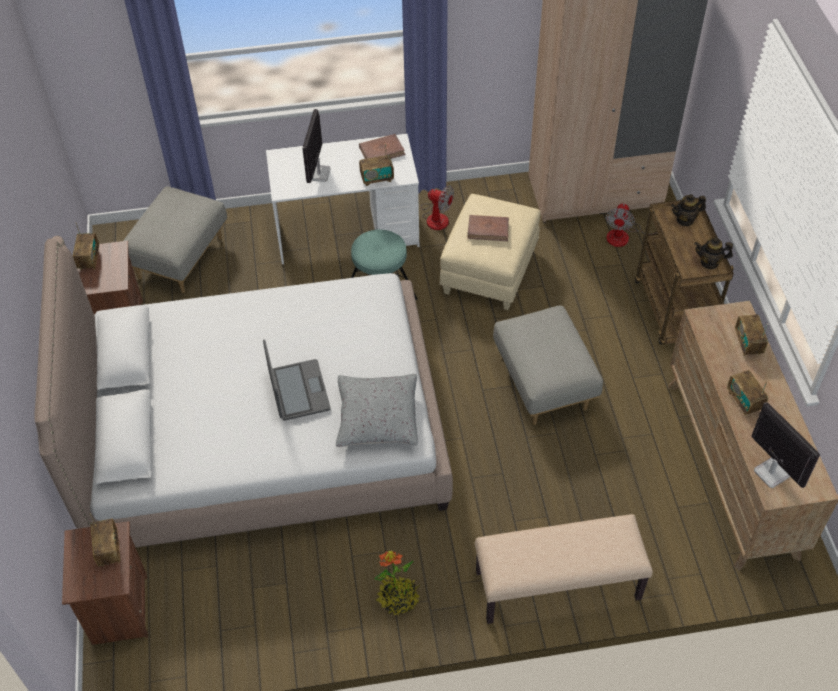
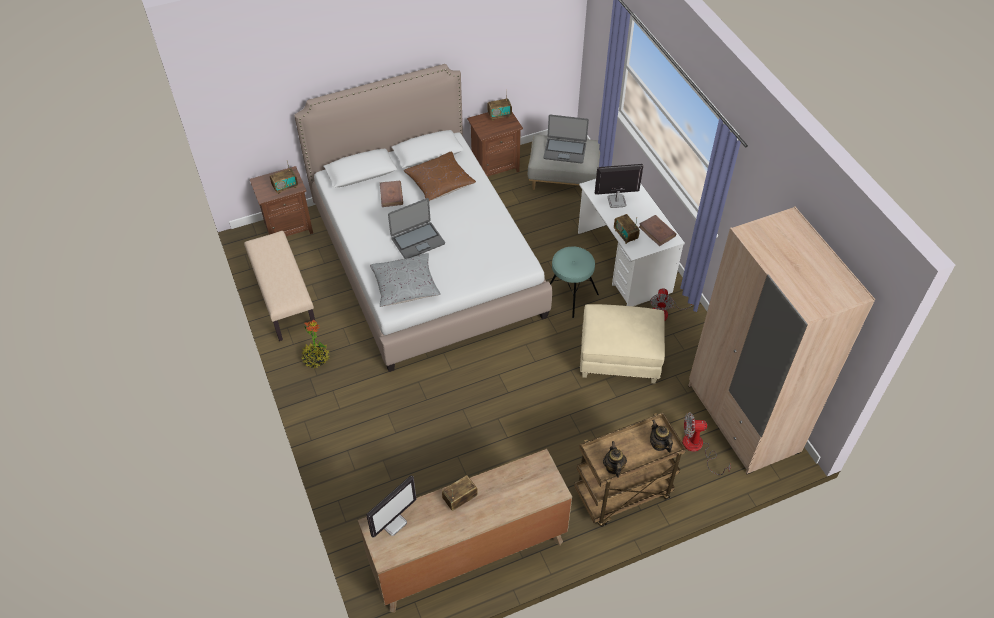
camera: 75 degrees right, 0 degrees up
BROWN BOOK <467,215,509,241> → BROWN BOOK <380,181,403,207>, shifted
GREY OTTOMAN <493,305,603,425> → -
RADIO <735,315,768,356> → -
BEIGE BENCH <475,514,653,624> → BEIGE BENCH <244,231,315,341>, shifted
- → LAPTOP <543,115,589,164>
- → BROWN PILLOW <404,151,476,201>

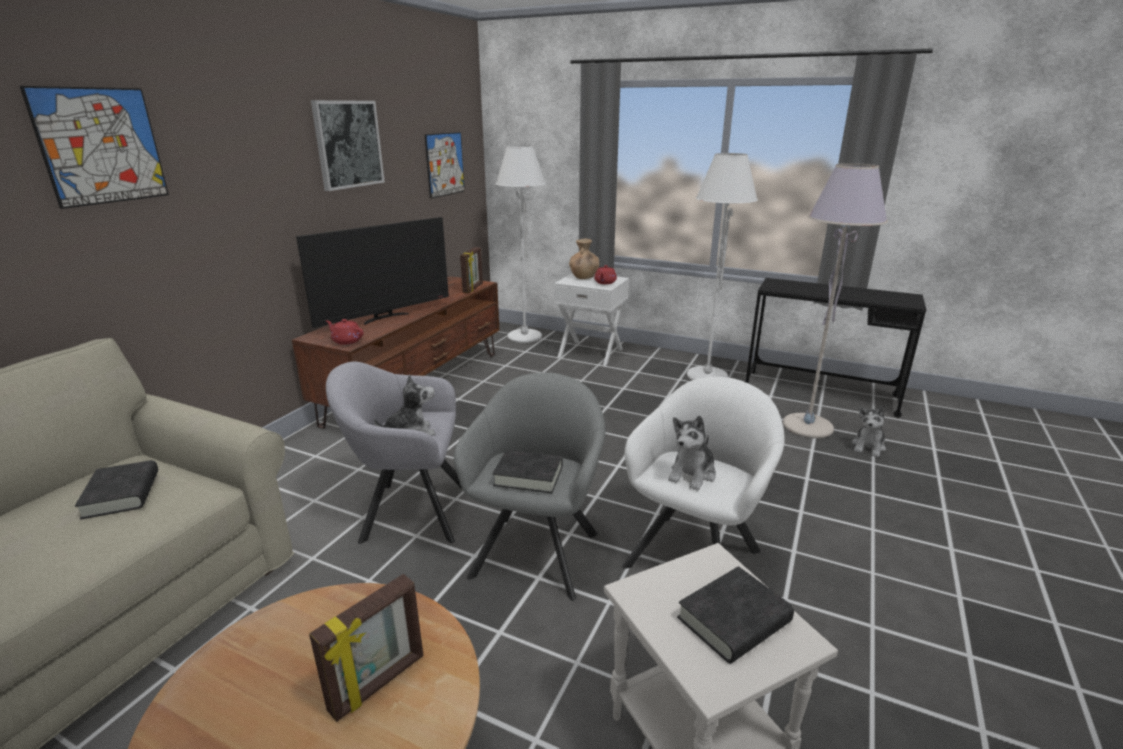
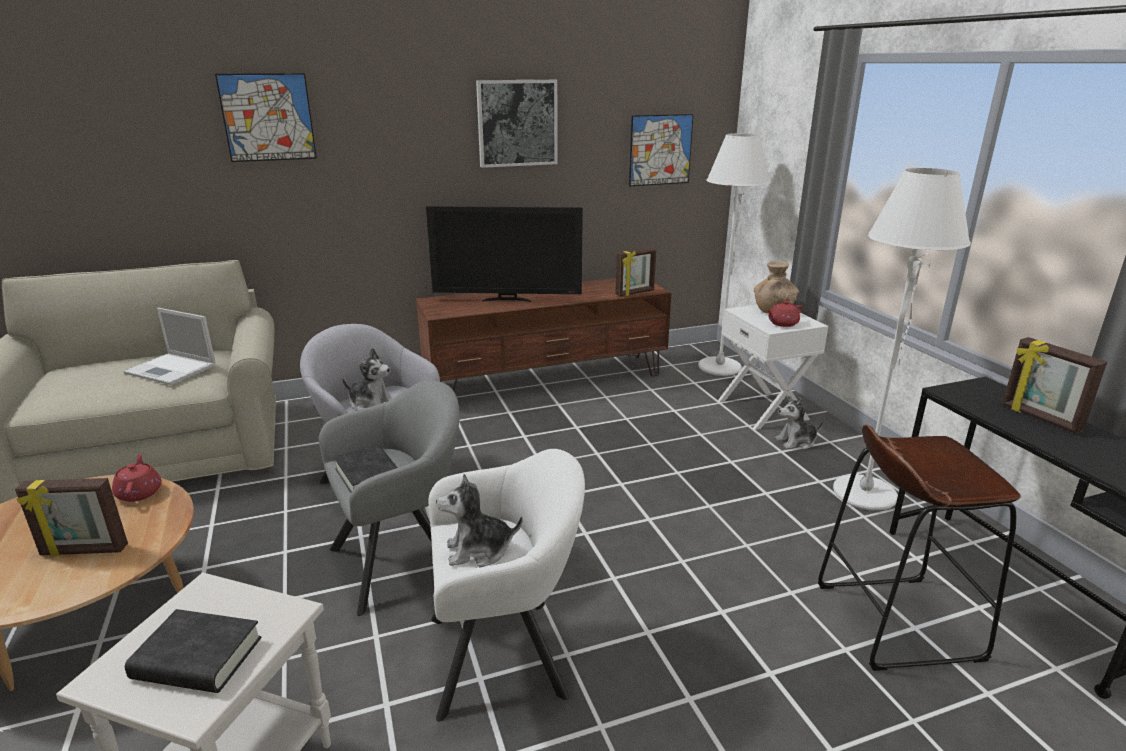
camera: 45 degrees right, 0 degrees up
GREY FLOOR LAMP <783,163,888,438> → BROWN STOOL <818,424,1021,671>
RED TEAPOT <326,319,364,345> → RED TEAPOT <112,453,161,502>, shifted
PLUSH TOY <852,406,886,457> → PLUSH TOY <775,396,823,450>, shifted
BLACK BOOK <75,460,158,520> → LAPTOP <123,308,216,385>
- → PICTURE FRAME <1002,337,1107,434>

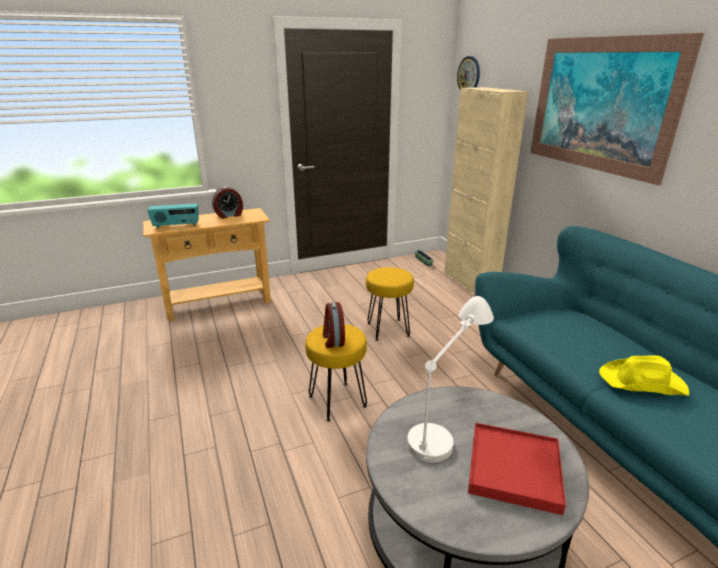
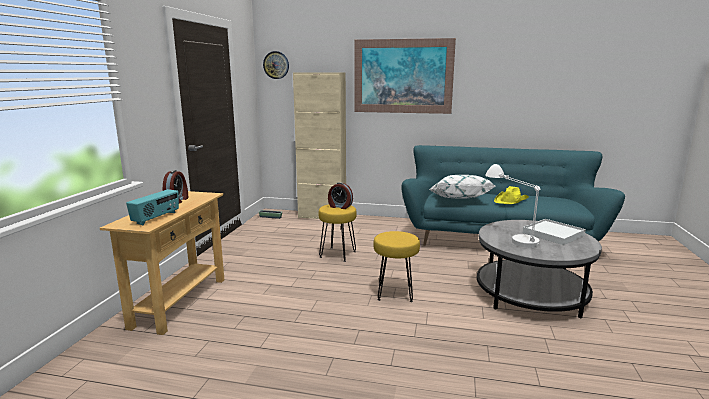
camera: 55 degrees left, 10 degrees down
ALARM CLOCK <323,302,345,348> → ALARM CLOCK <328,182,353,209>, shifted
RED TRAY <468,423,566,515> → WHITE TRAY <523,219,586,245>
- → WHITE PILLOW <429,175,495,199>

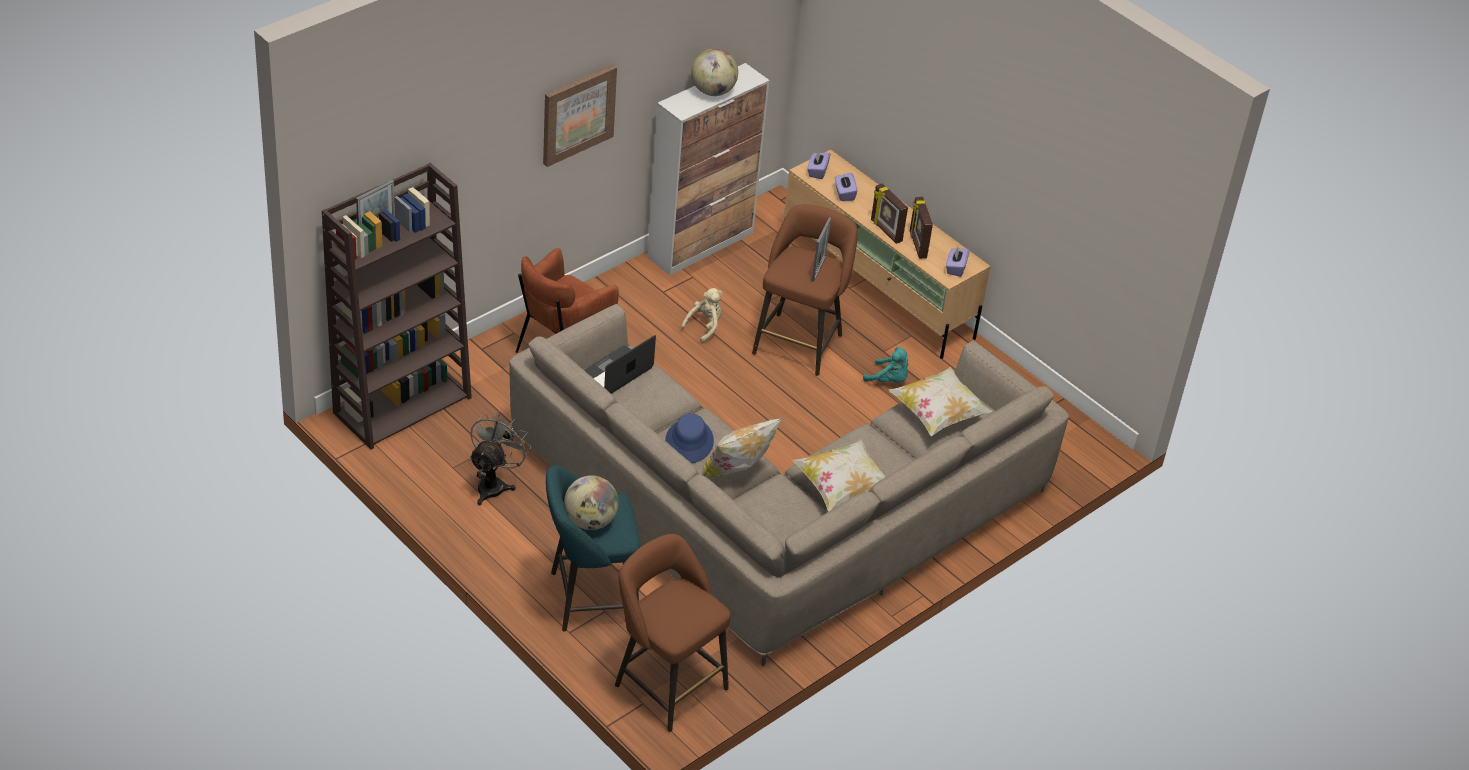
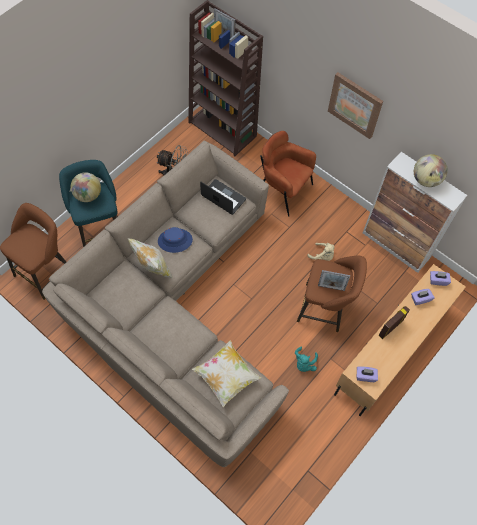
camera: 85 degrees right, 20 degrees up
PICTURE FRAME <910,197,933,259> → -
PILLOW <792,440,885,512> → -

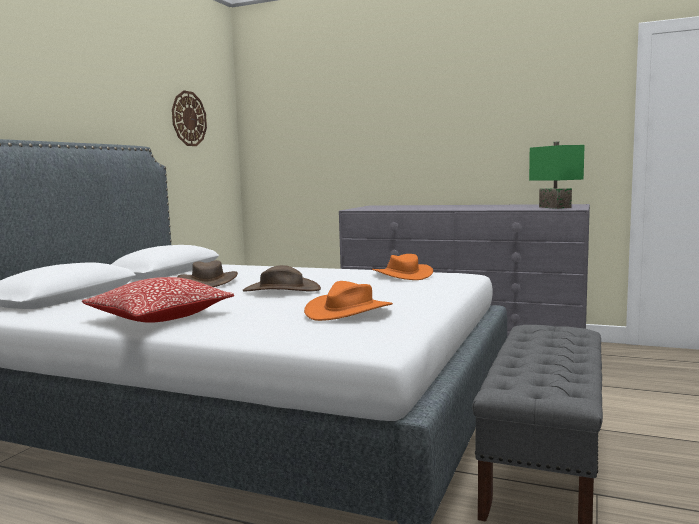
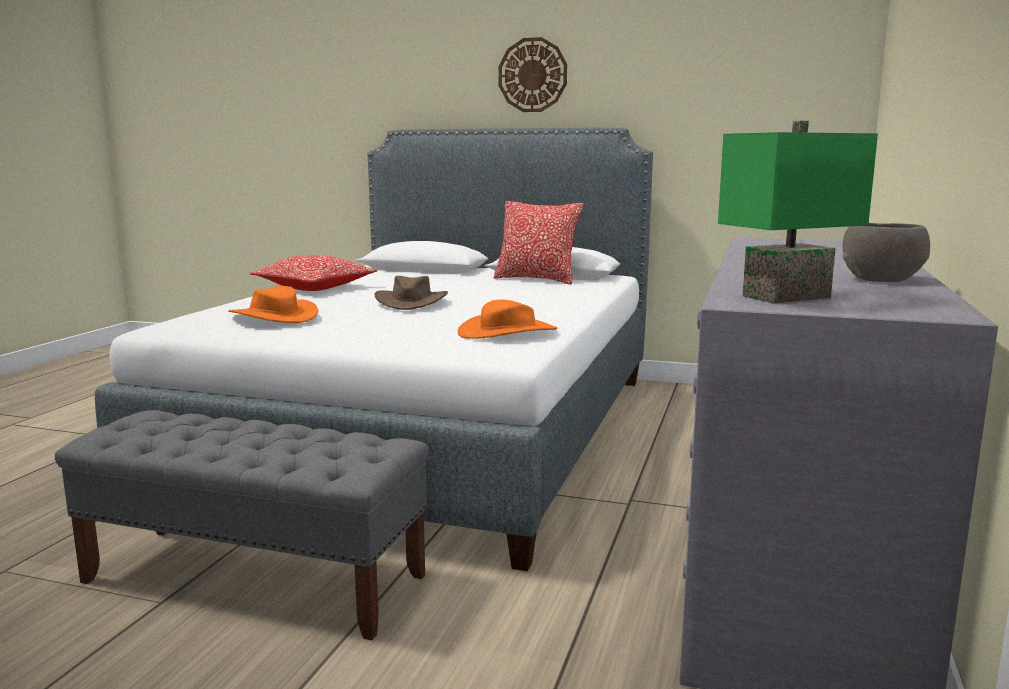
camera: 85 degrees right, 5 degrees up
WALL CLOCK <172,90,207,146> → WALL CLOCK <499,37,567,112>, shifted
BROWN HAT <177,260,238,287> → -
- → PILLOW <494,201,584,285>
- → GREY BOWL <842,223,930,282>

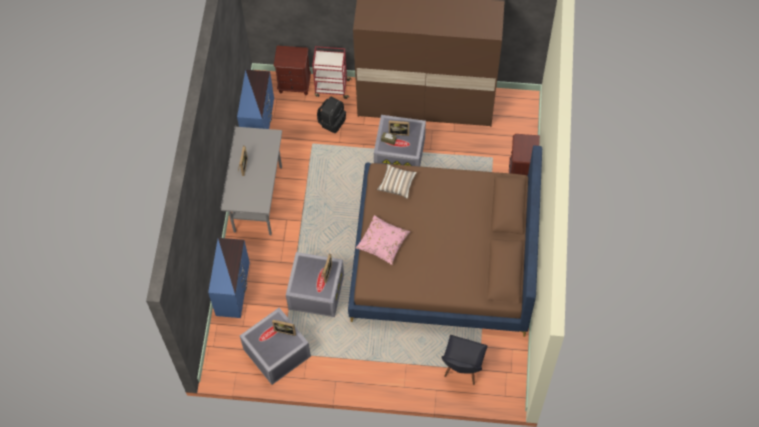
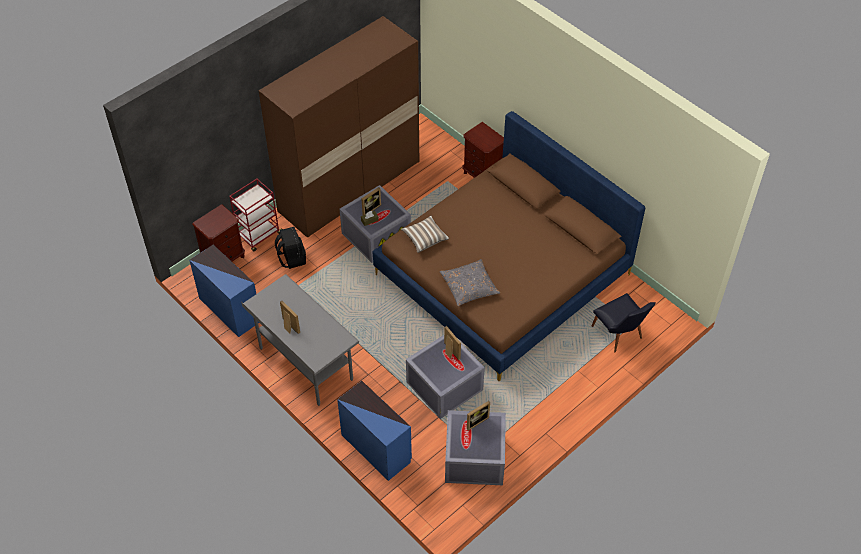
camera: 50 degrees left, 10 degrees down
PINK PILLOW <356,215,410,265> → GREY PILLOW <440,259,500,306>

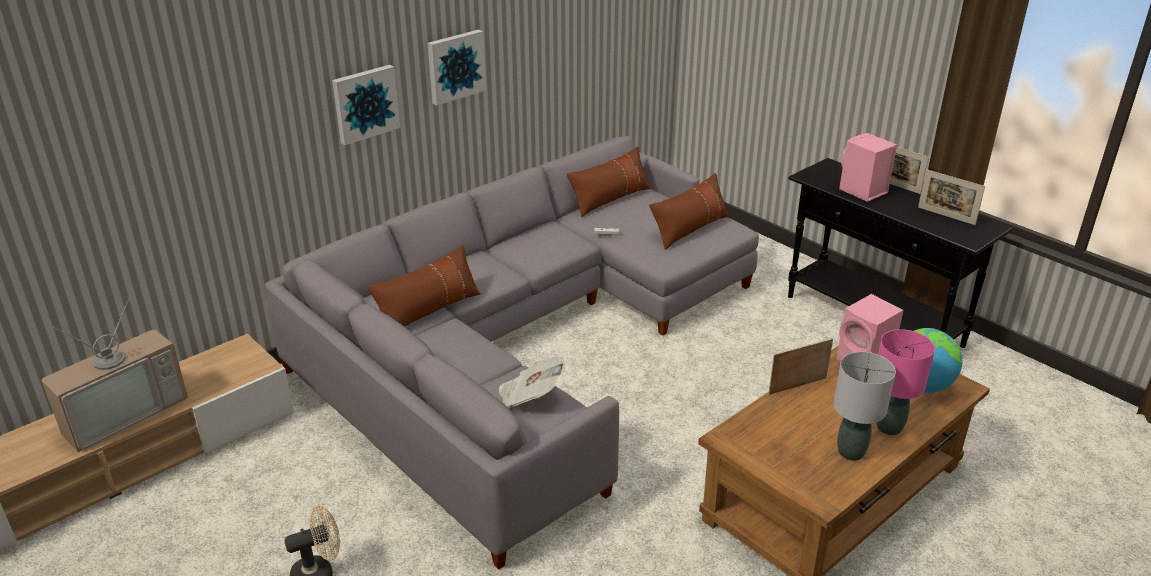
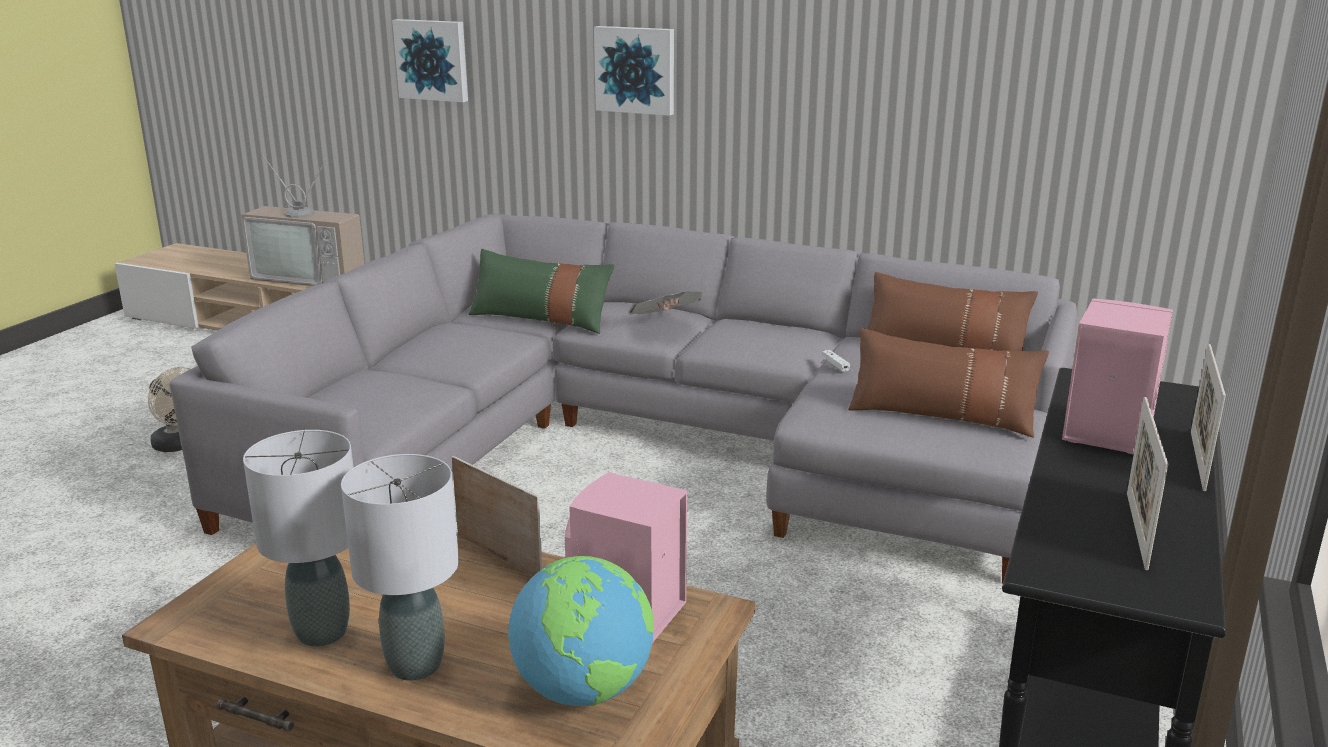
camera: 65 degrees right, 10 degrees down
PICTURE <427,29,486,105> → PICTURE <392,19,468,102>, shifted
BROWN PILLOW <367,245,480,327> → GREEN PILLOW <468,249,615,334>
PINK TABLE LAMP <876,329,935,435> → GREY TABLE LAMP <341,454,459,681>
NEWSPAPER <498,357,565,407> → NEWSPAPER <628,291,702,314>, shifted

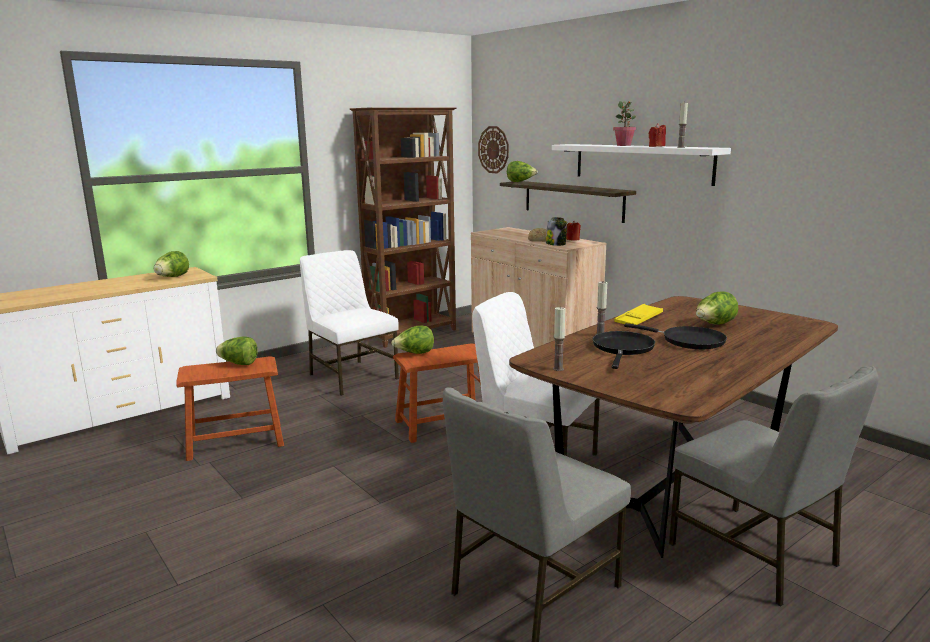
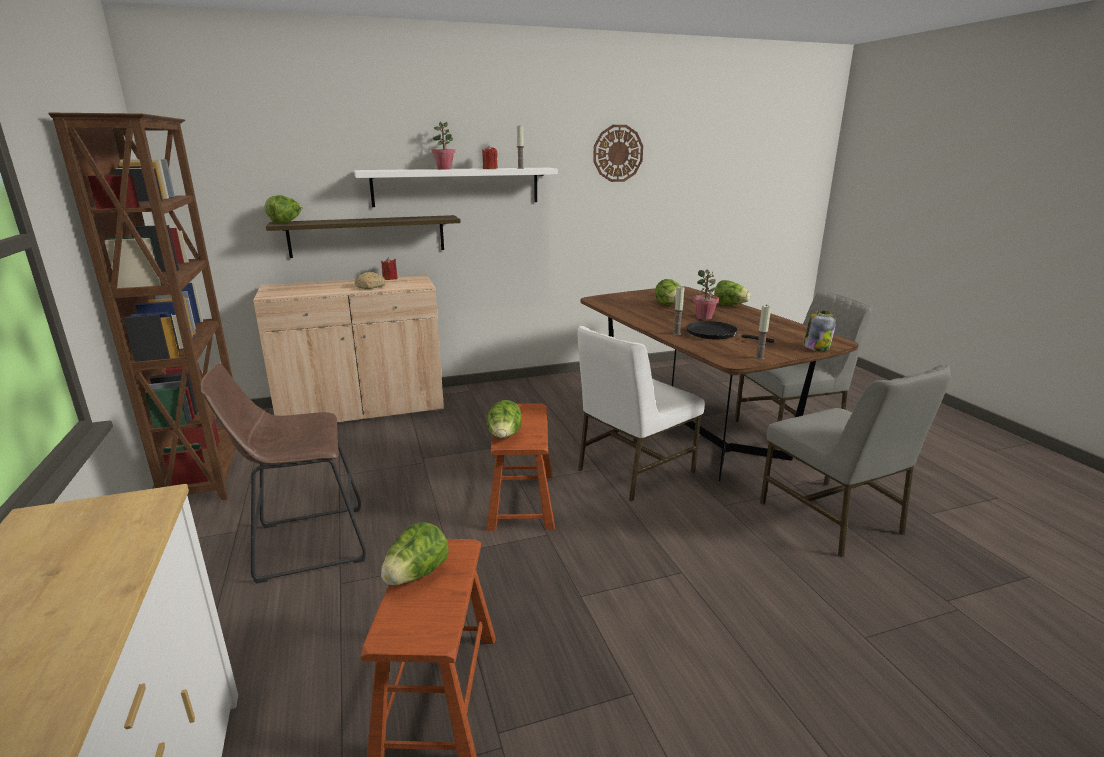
camera: 70 degrees left, 5 degrees up
WALL CLOCK <478,126,509,173> → WALL CLOCK <593,125,643,182>, shifted
JAR <546,217,567,246> → JAR <803,310,837,351>, shifted
WHITE CHAIR <300,250,399,396> → BROWN STOOL <201,363,366,584>
LETTUCE <154,251,189,277> → LETTUCE <714,280,751,305>, shifted
YELLOW TRAY <614,304,663,325> → -
BLACK FRYING PAN <624,323,727,349> → POTTED PLANT <693,269,719,320>

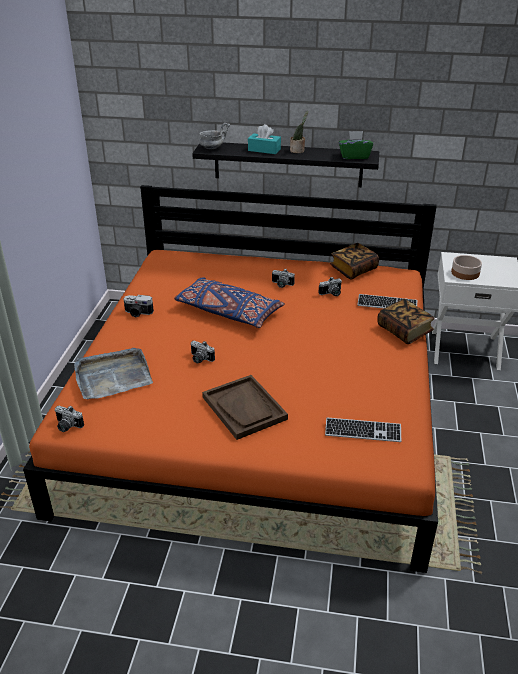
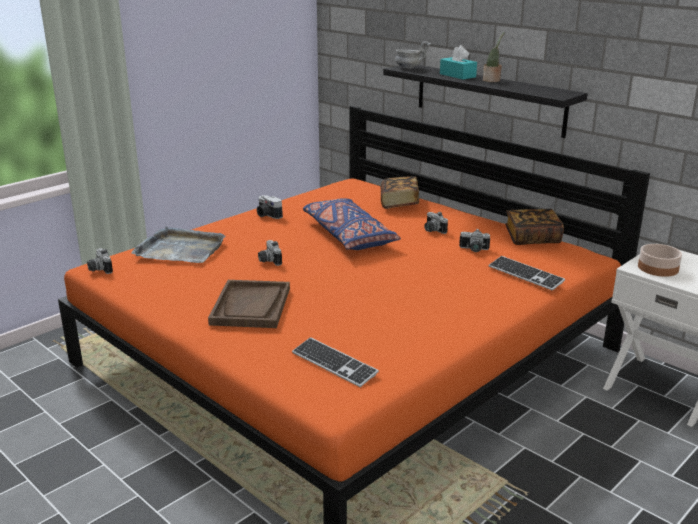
camera: 35 degrees right, 10 degrees down
GREEN TISSUE BOX <339,131,373,159> → -
BOOK <377,299,435,344> → BOOK <380,176,419,209>, shifted

